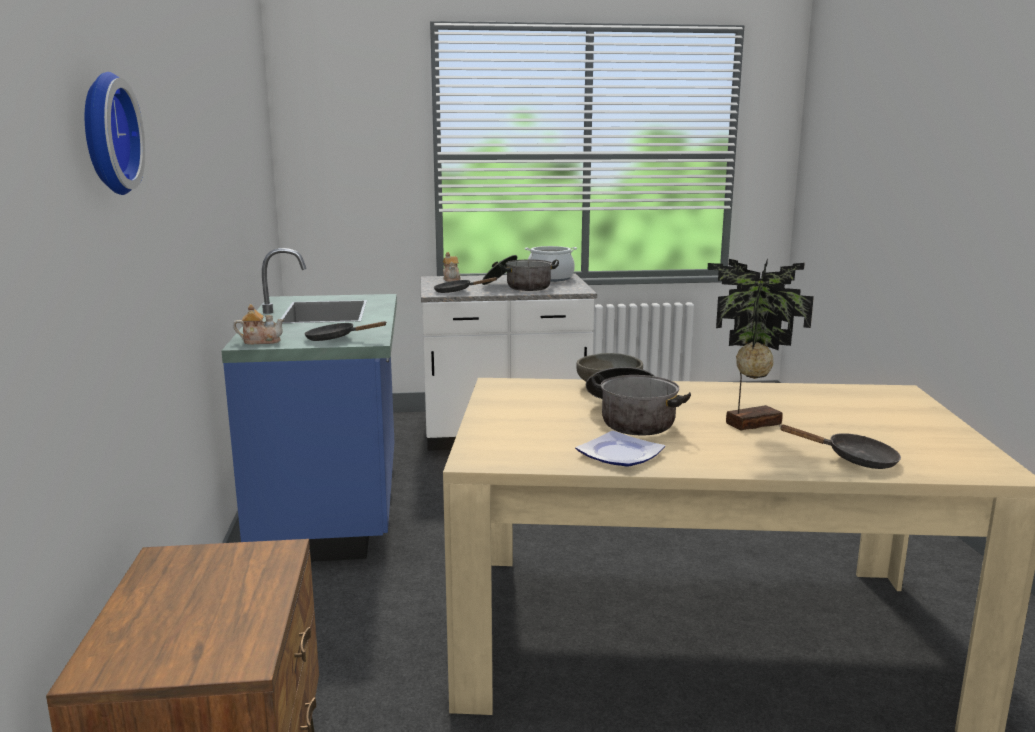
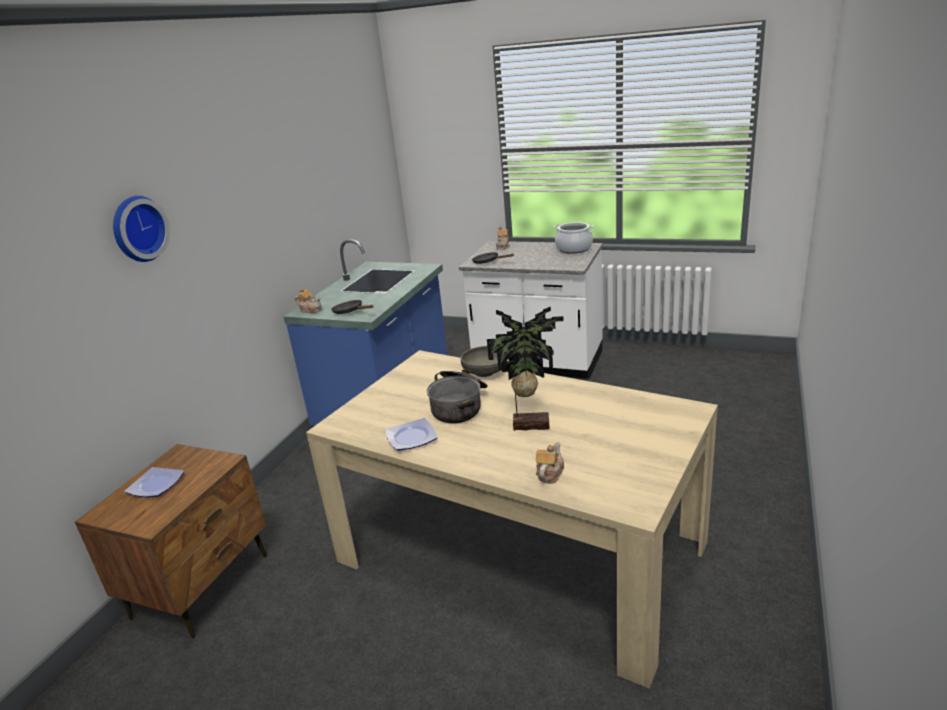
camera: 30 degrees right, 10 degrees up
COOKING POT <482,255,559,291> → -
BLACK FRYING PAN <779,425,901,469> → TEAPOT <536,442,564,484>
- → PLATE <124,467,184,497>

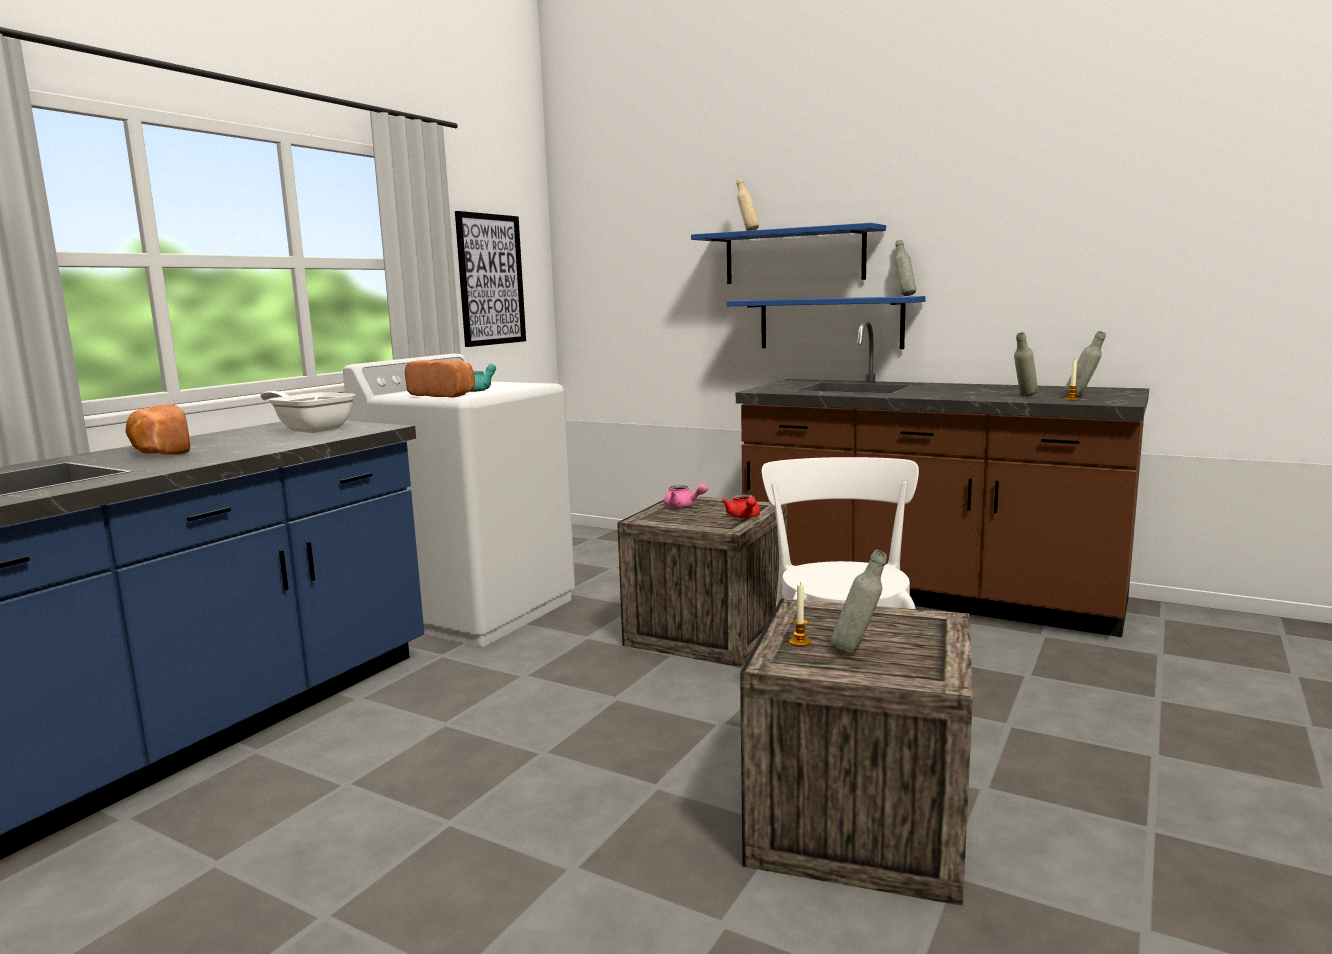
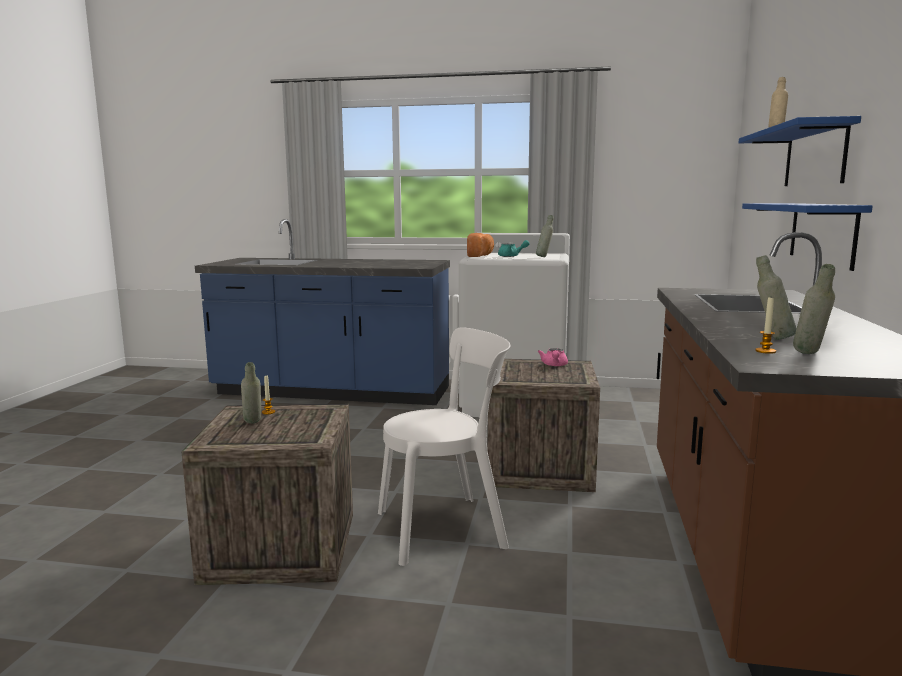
camera: 70 degrees right, 0 degrees up
PICTURE <455,211,526,347> → -
GREY BOTTLE <895,240,916,296> → GREY BOTTLE <536,215,554,257>, shifted
FRYING PAN <260,391,356,433> → -
BREAD <125,404,190,455> → -
RED TEAPOT <722,494,760,518> → -

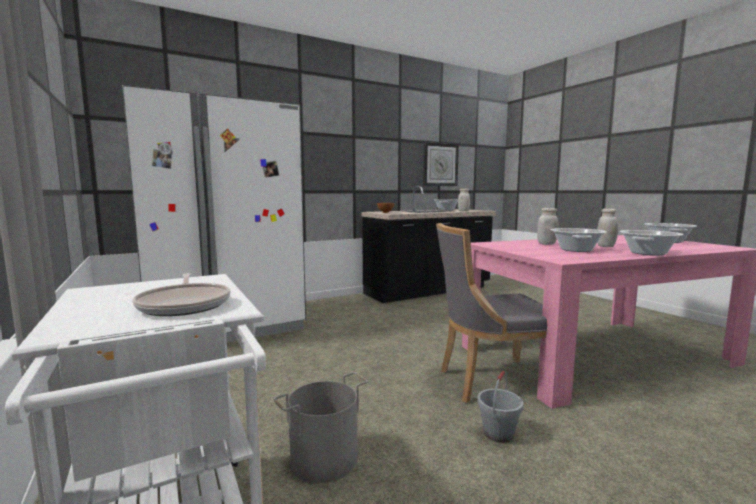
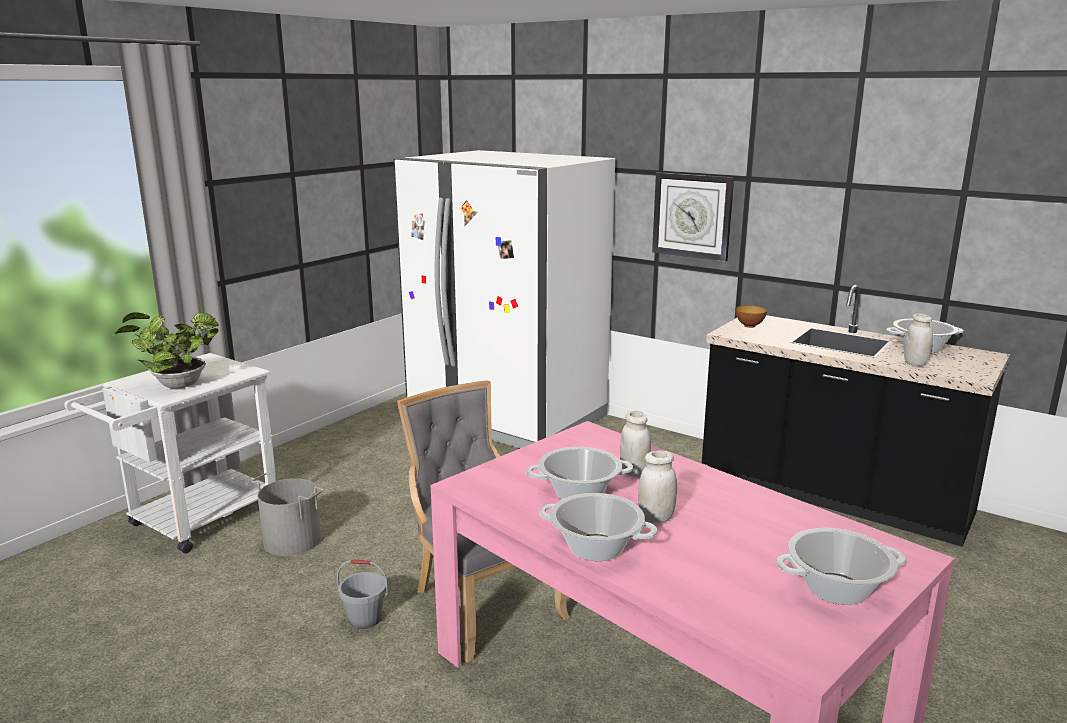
camera: 65 degrees right, 10 degrees up
WALL CLOCK <423,142,459,186> → WALL CLOCK <652,172,734,261>, shifted
FRYING PAN <132,273,231,316> → POTTED PLANT <112,312,219,388>

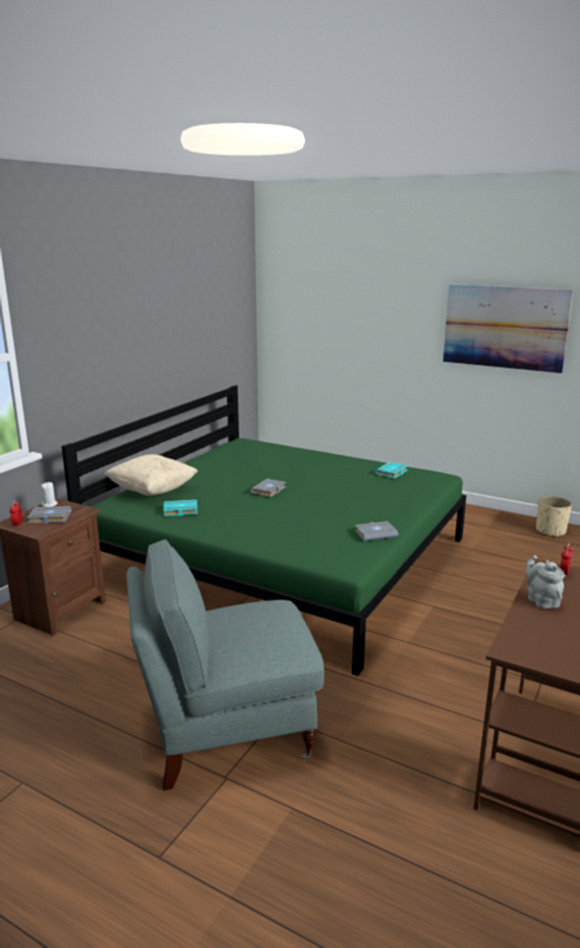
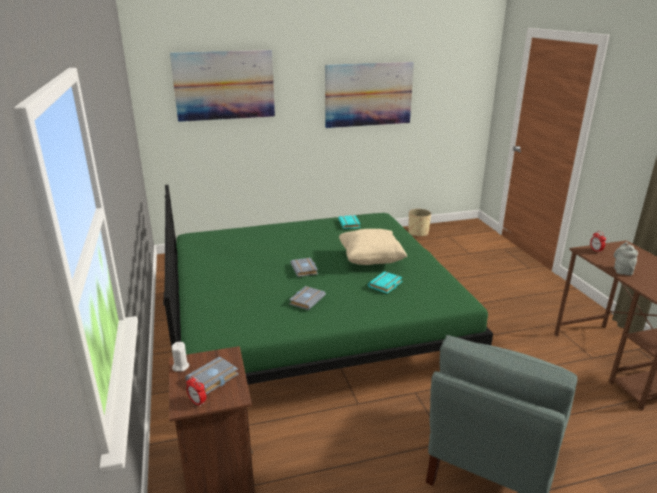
camera: 45 degrees left, 5 degrees up
BEIGE PILLOW <104,454,198,496> → BEIGE PILLOW <339,229,407,265>, shifted
TURQUOISE BOOK <163,500,198,516> → TURQUOISE BOOK <368,271,403,294>, shifted
GREY BOOK <355,521,398,541> → GREY BOOK <289,286,326,310>, shifted
GREY TEAPOT <526,555,564,609> → GREY TEAPOT <614,242,638,275>, 75 degrees clockwise
- → PICTURE <170,50,275,122>

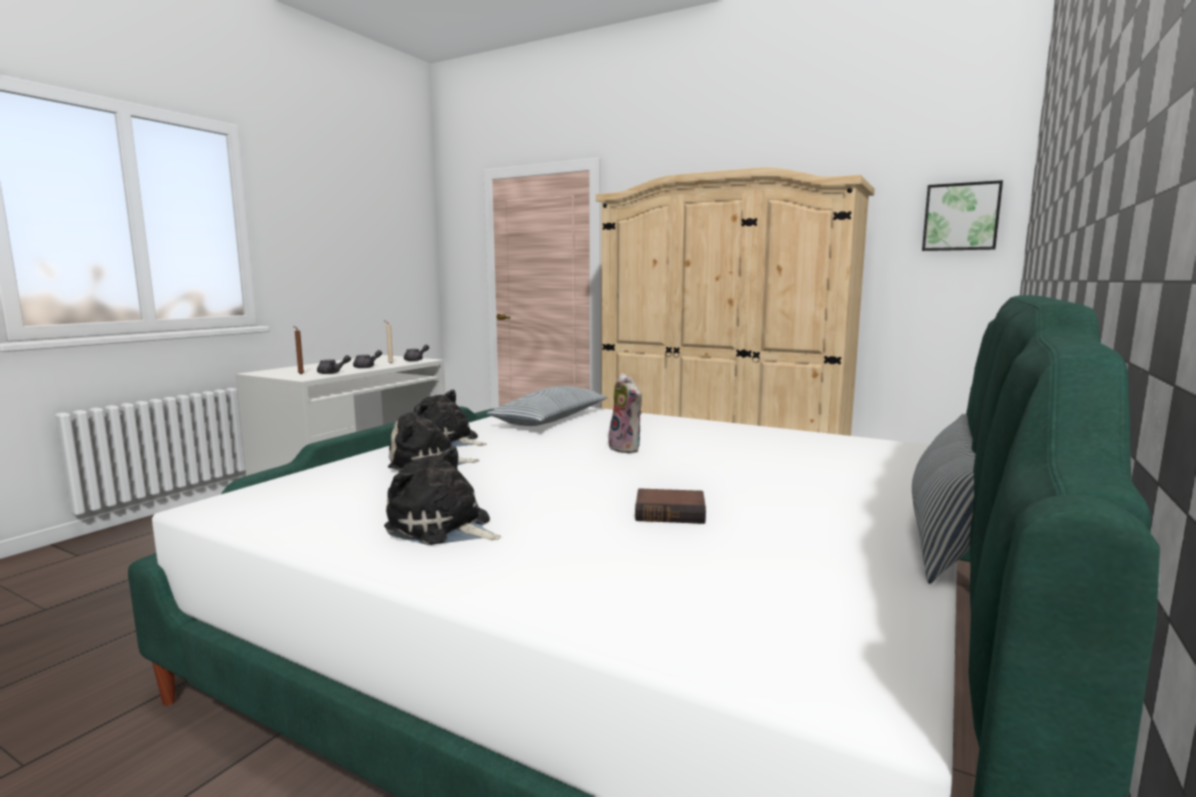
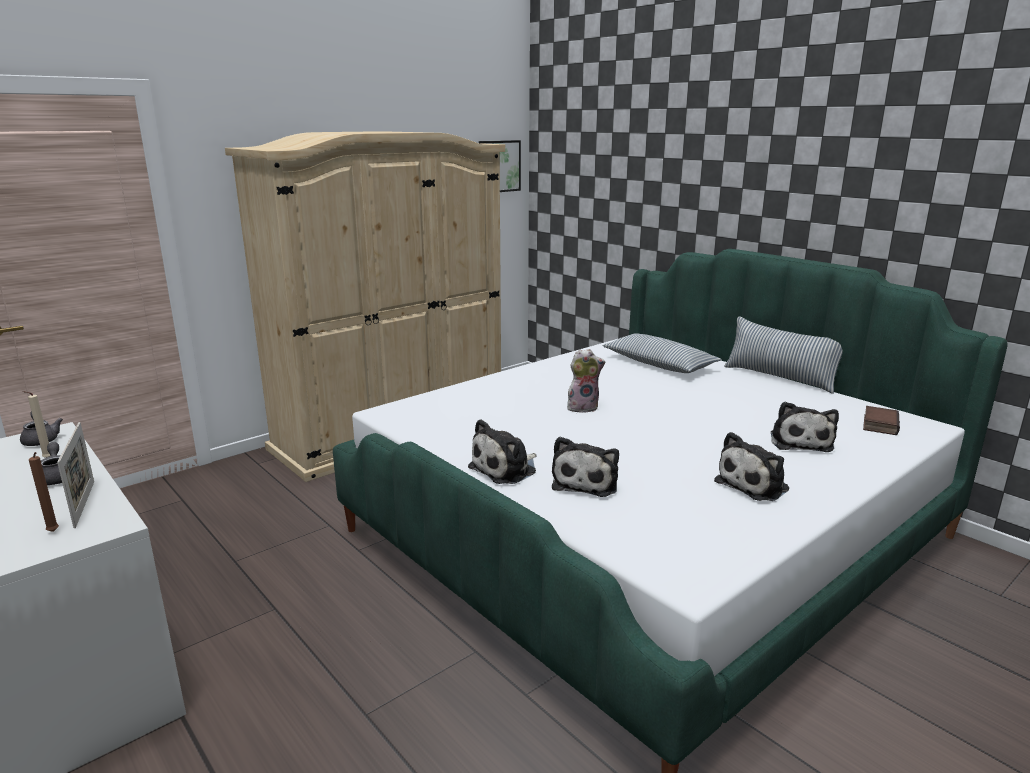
camera: 70 degrees left, 10 degrees up
GREY TEAPOT <317,355,351,374> → PICTURE FRAME <57,422,94,528>
PILLOW <486,386,607,426> → PILLOW <602,333,722,373>, shifted
BOOK <635,488,706,524> → BOOK <863,406,900,435>, shifted
- → PLUSH TOY <771,402,839,452>

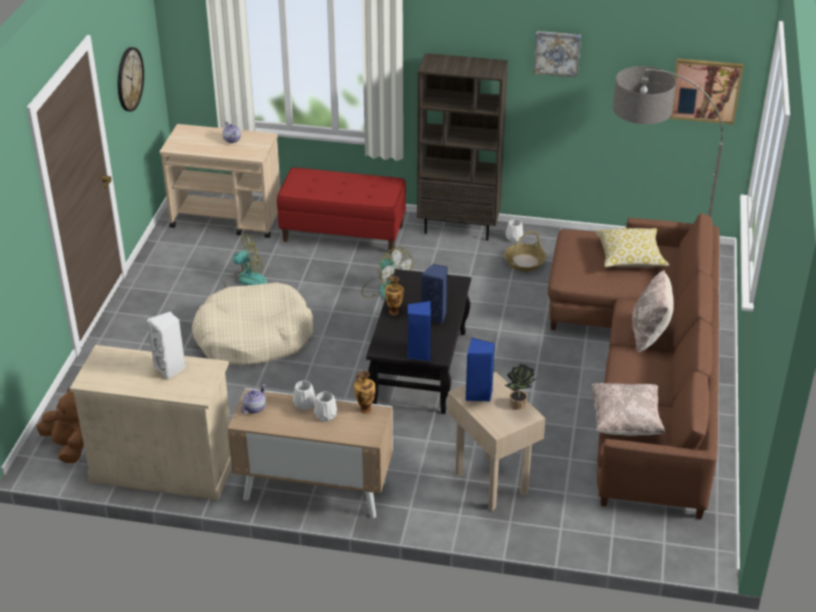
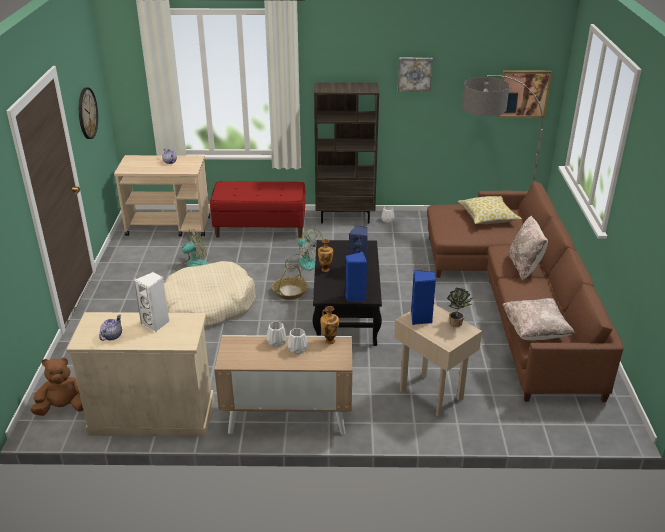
camera: 10 degrees left, 5 degrees down
BASKET <504,231,546,272> → BASKET <272,265,308,300>, shifted
TEAPOT <241,385,266,414> → TEAPOT <99,314,122,341>, shifted
BROWN PLUSH TOY <36,388,84,463> → BROWN PLUSH TOY <30,357,83,416>, 60 degrees counterclockwise

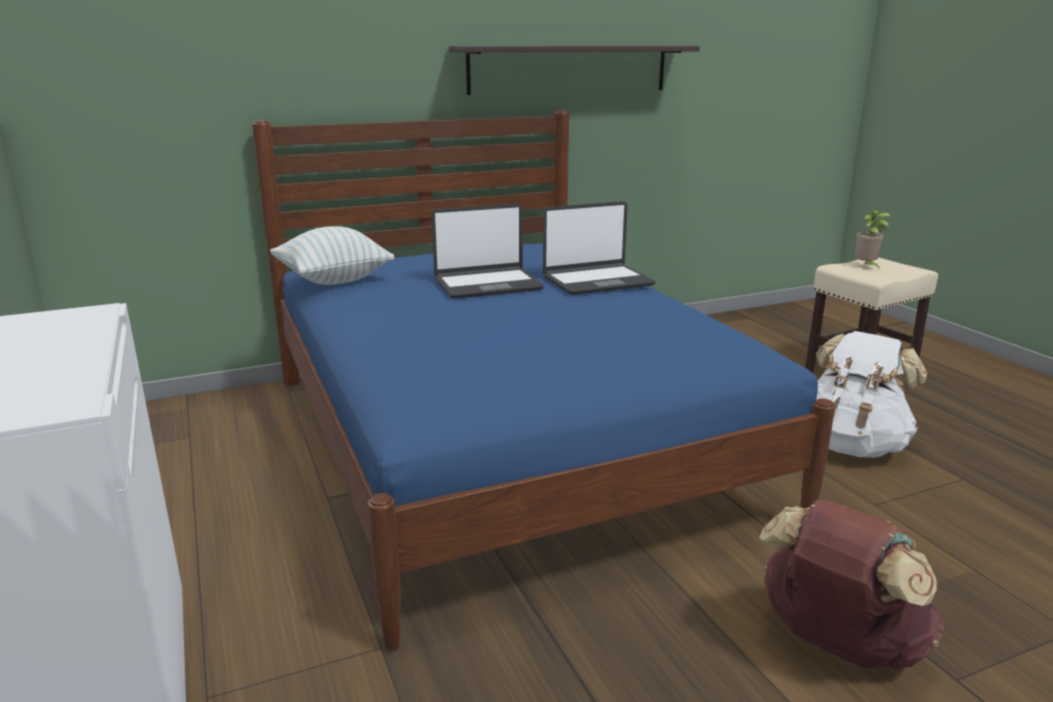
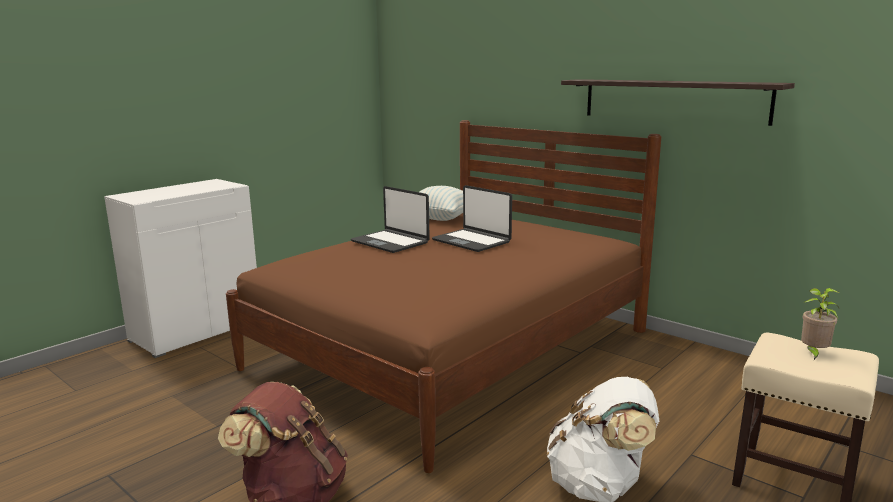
camera: 65 degrees right, 5 degrees down
BLUE BED <252,110,835,651> → BROWN BED <226,120,661,473>
LAPTOP <543,201,655,295> → LAPTOP <351,186,430,253>, shifted

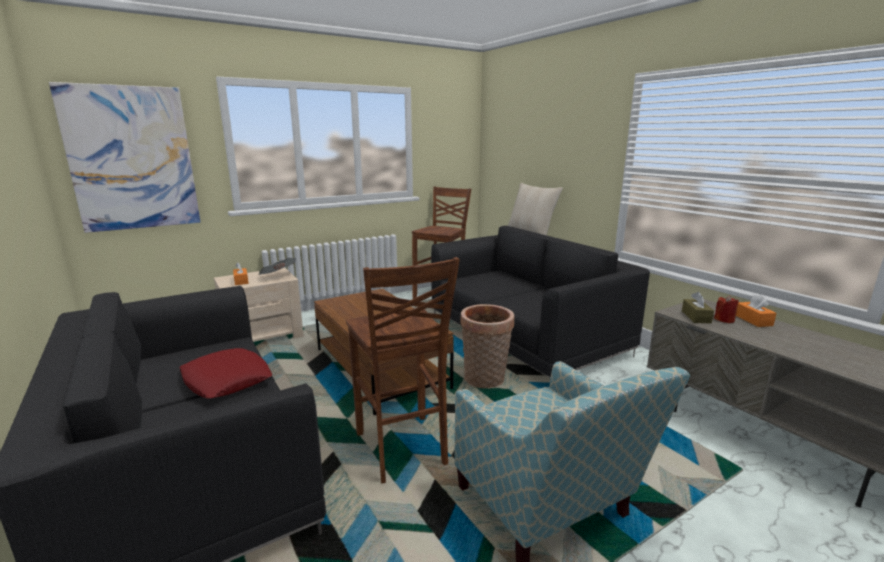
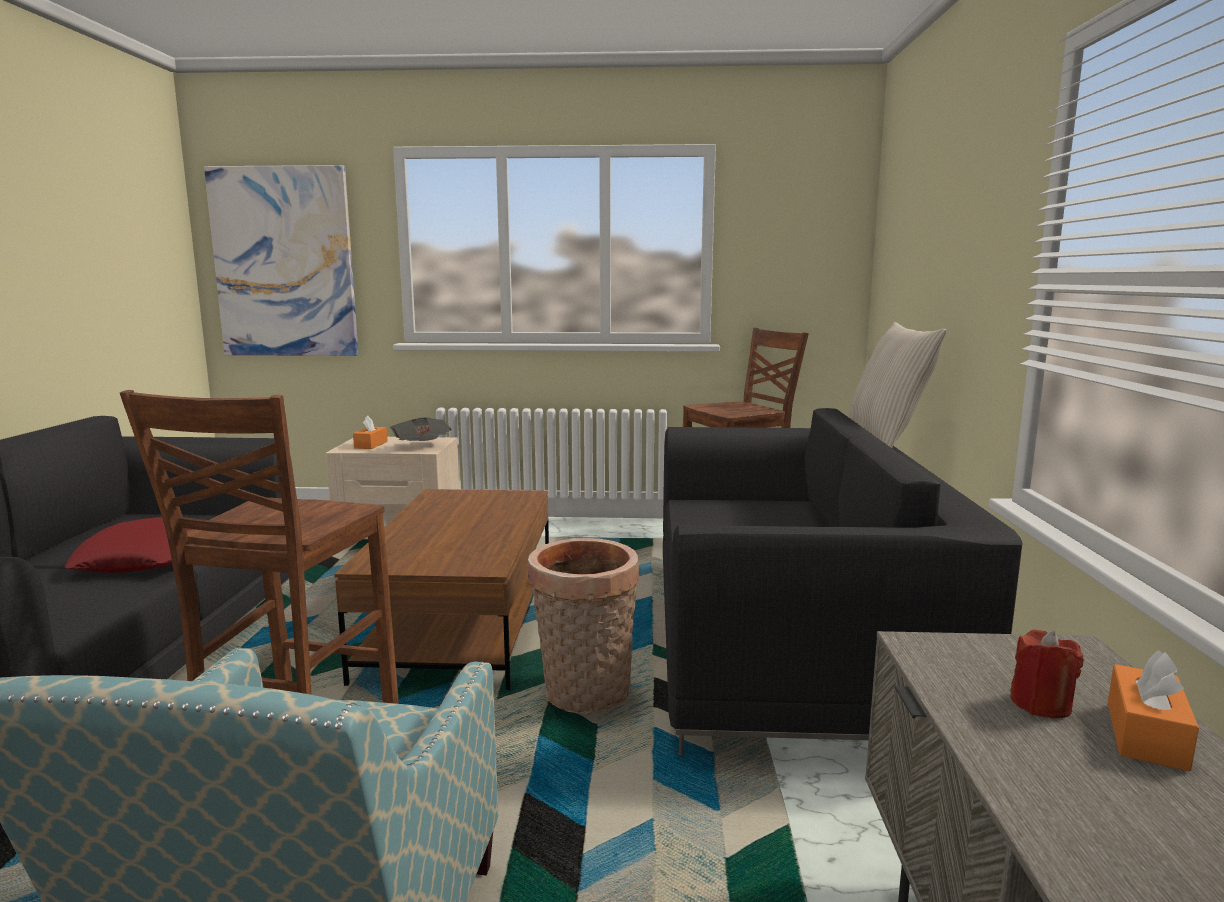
camera: 35 degrees right, 5 degrees down
BROWN TISSUE BOX <682,292,714,323> → -

